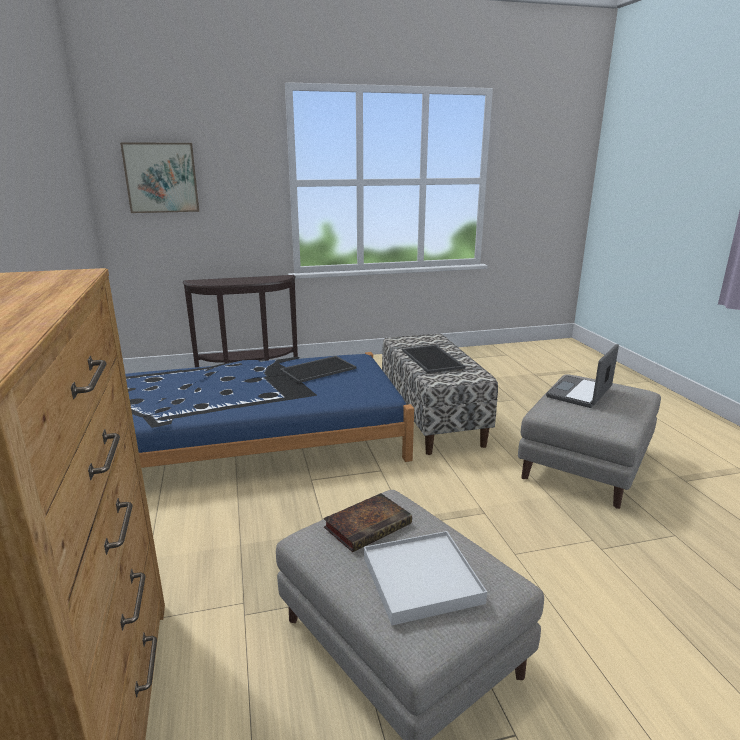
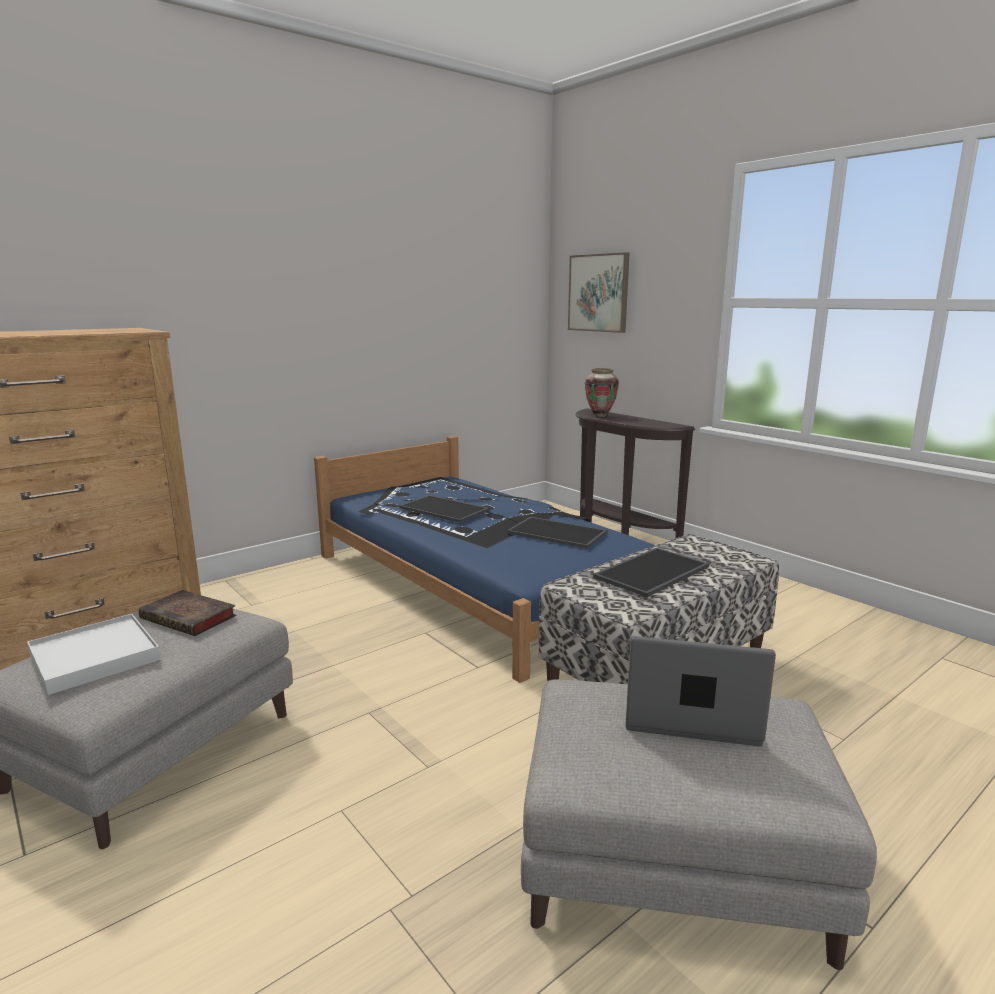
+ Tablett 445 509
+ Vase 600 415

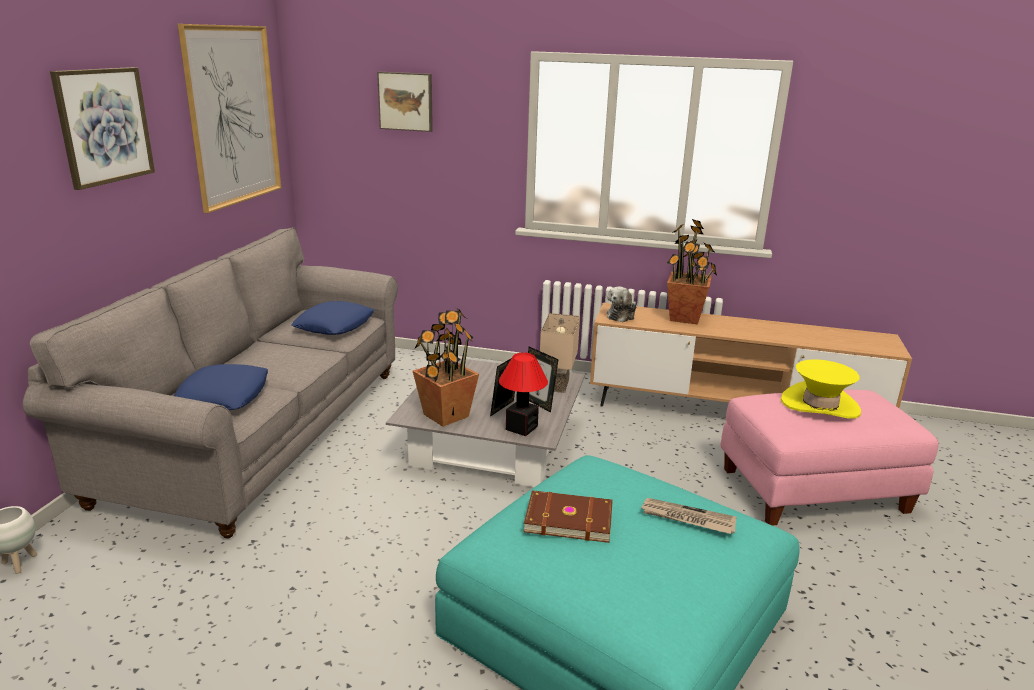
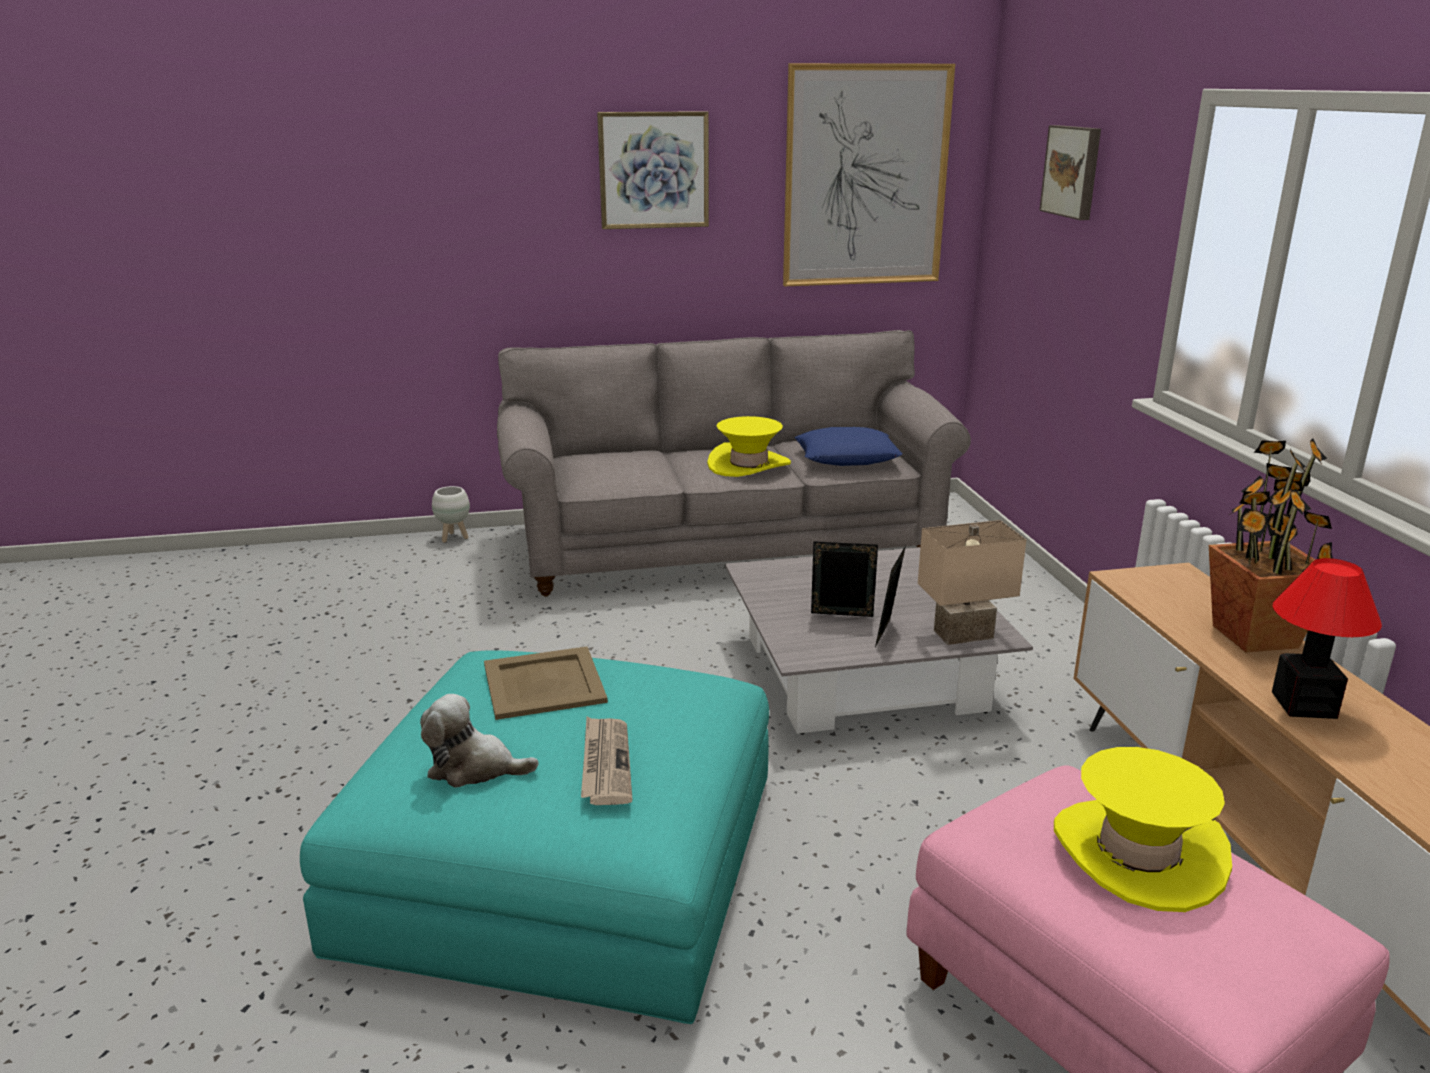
~ Plüschtier 622 315 to 474 768
~ Buch [braun] 568 518 to Tablett [beige] 545 682
+ Hut [gelb] 749 465
~ Tischlampe 521 428 to 1302 705
- Kissen [blau] 223 396
- Topfpflanze 445 415

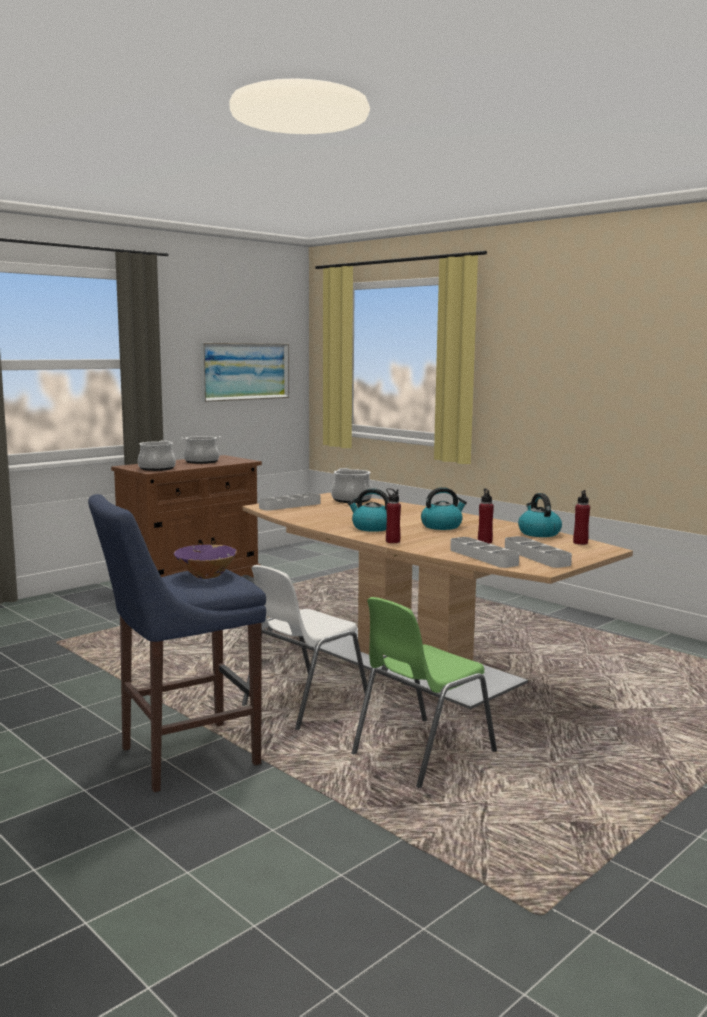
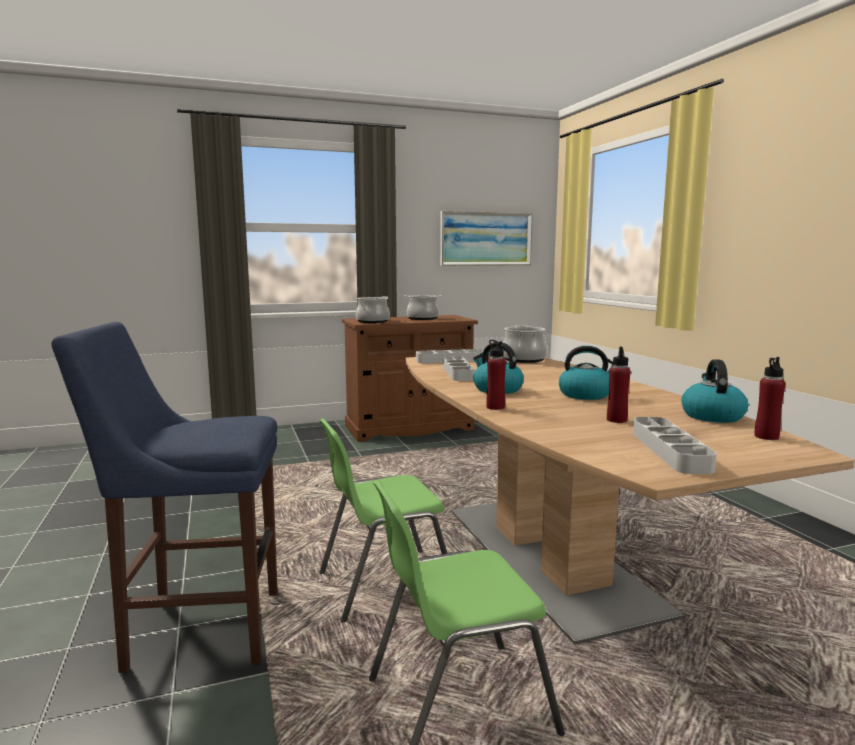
~ Stuhl [weiß] 303 703 to Stuhl [grün] 383 585
~ Tablett [grau] 483 557 to 457 372
- Schüssel [lila] 206 575

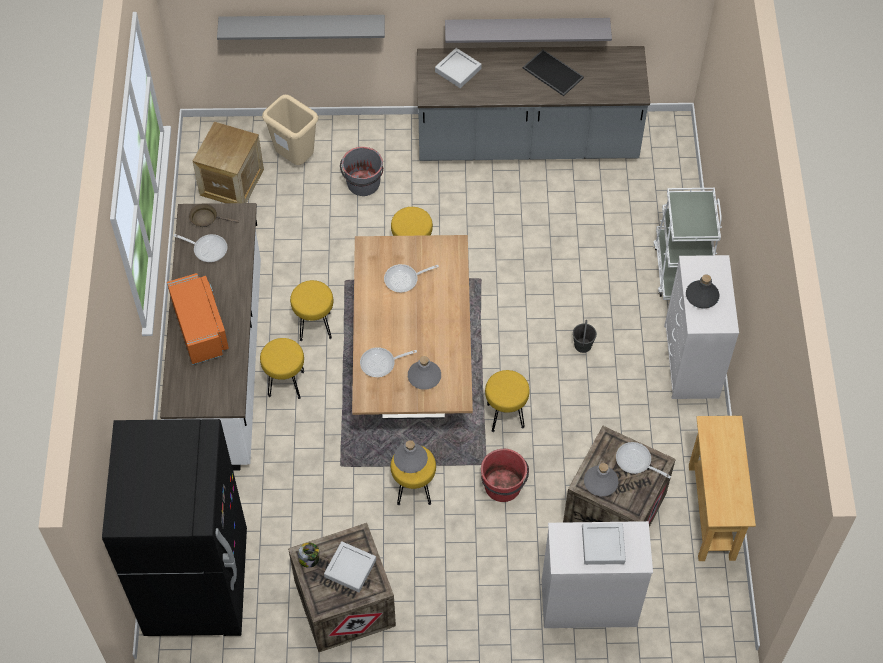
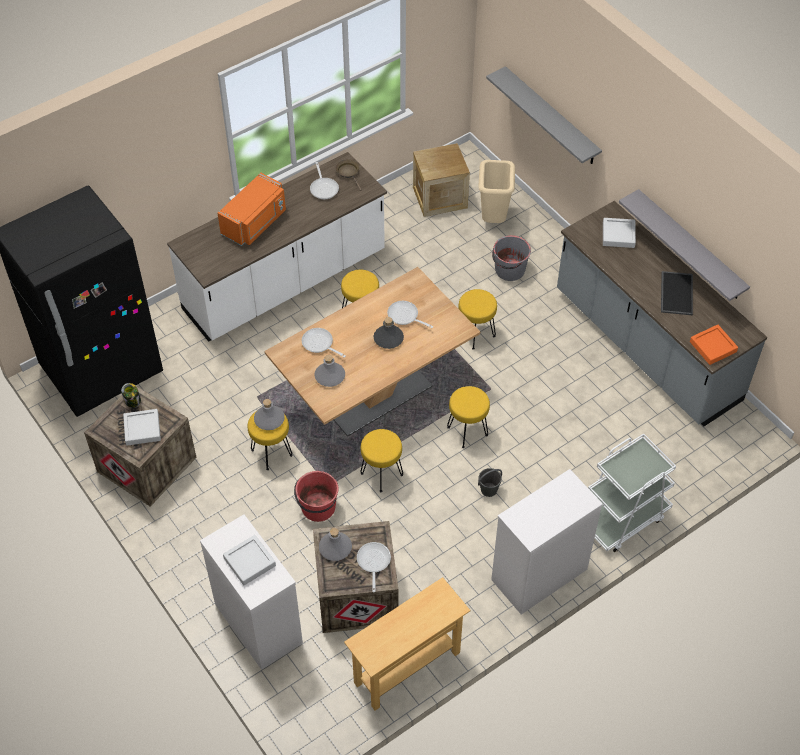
~ Flasche [grau] 701 296 to 388 338
~ Hocker [gelb] 286 384 to 467 431
+ Tablett [orange] 713 347

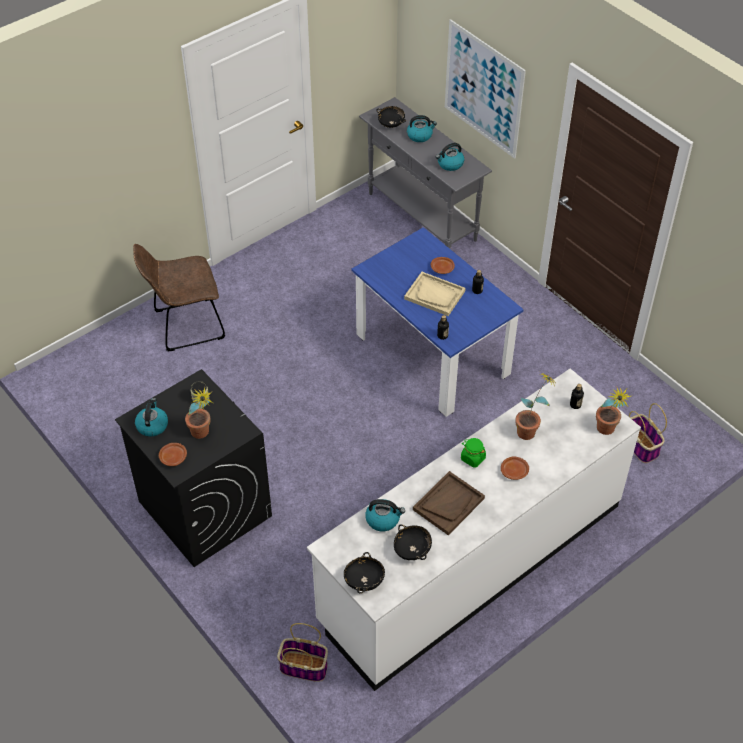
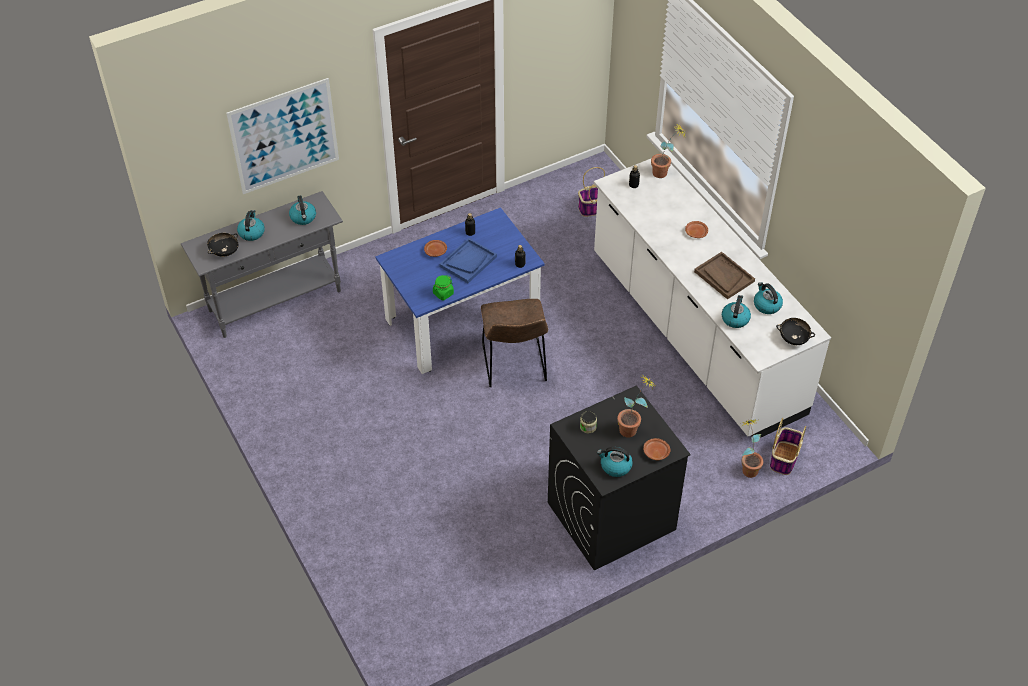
~ Vorratsglas [grün] 472 458 to 443 293
~ Tablett [beige] 435 295 to Tablett [blau] 468 261
~ Stuhl [braun] 185 326 to 514 366
~ Topfpflanze 530 430 to 747 467
~ Schüssel [schwarz] 412 550 to Wasserkessel 766 305

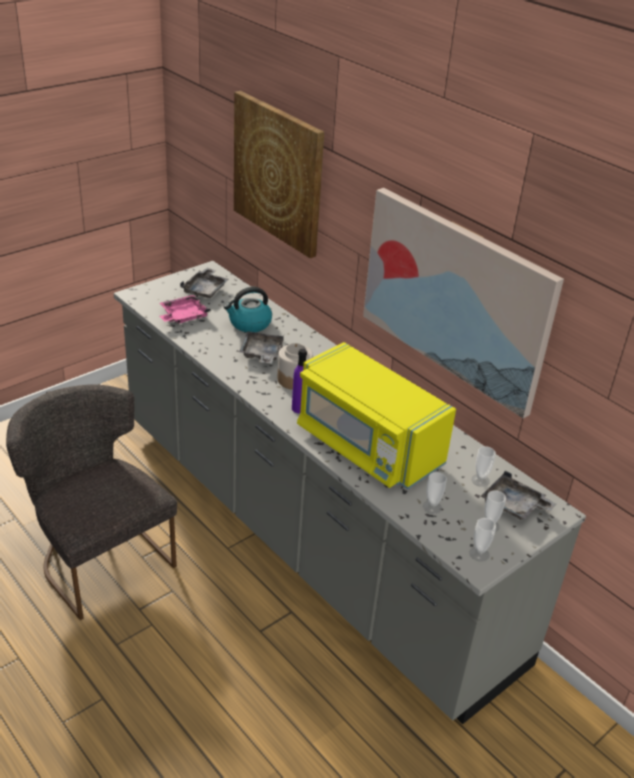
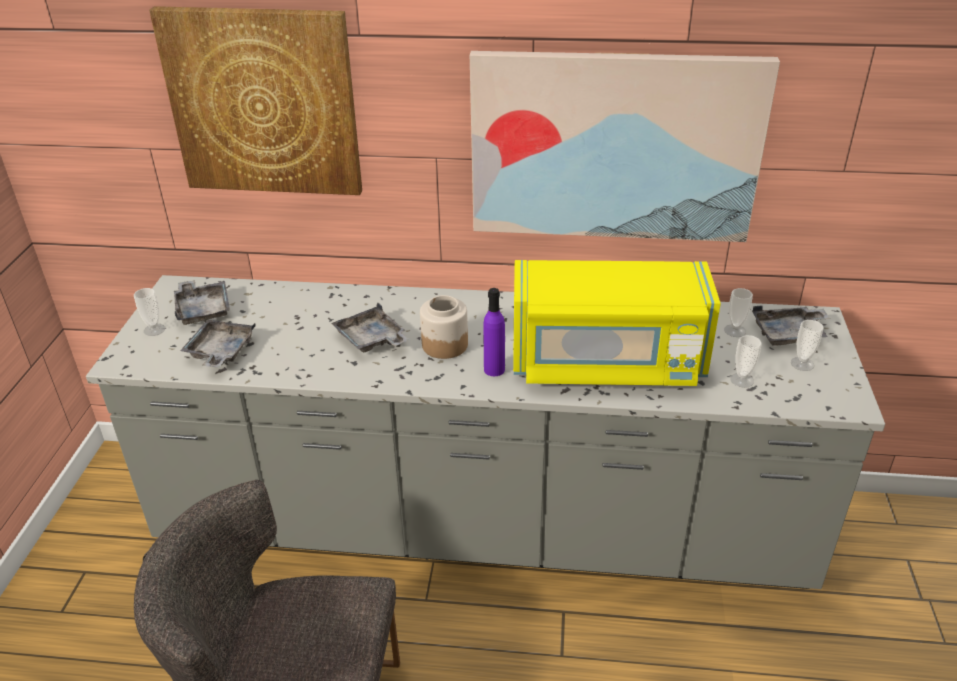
~ Tasse 479 554 to 154 330
~ Tablett [rosa] 183 316 to Tablett [grau] 220 352
- Wasserkessel 249 324

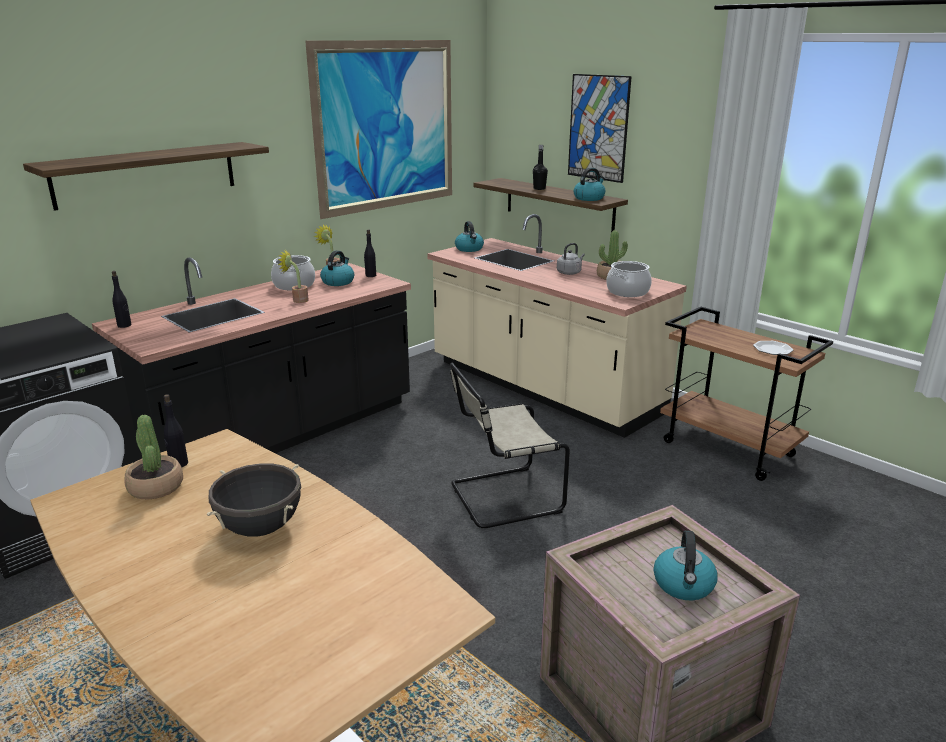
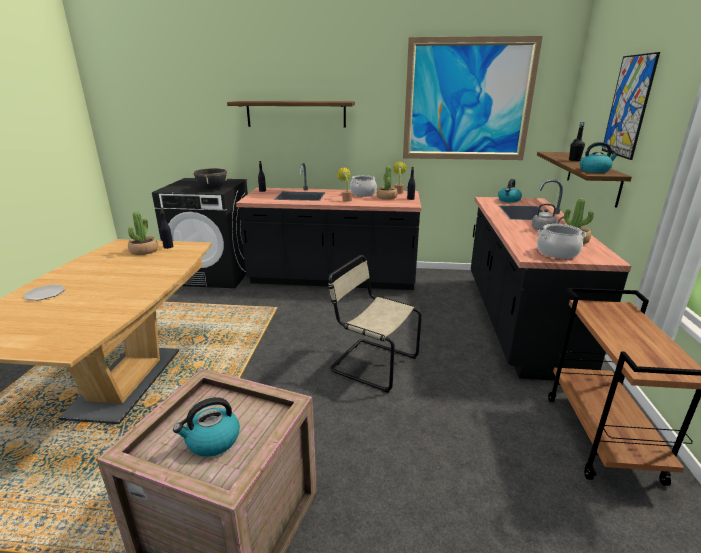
~ Teller 773 349 to 44 294
~ Kochtopf [schwarz] 260 528 to 212 189
~ Wasserkessel 338 282 to Topfpflanze 386 197
~ Küchenzeile [beige] 543 387 to Küchenzeile [schwarz] 517 320

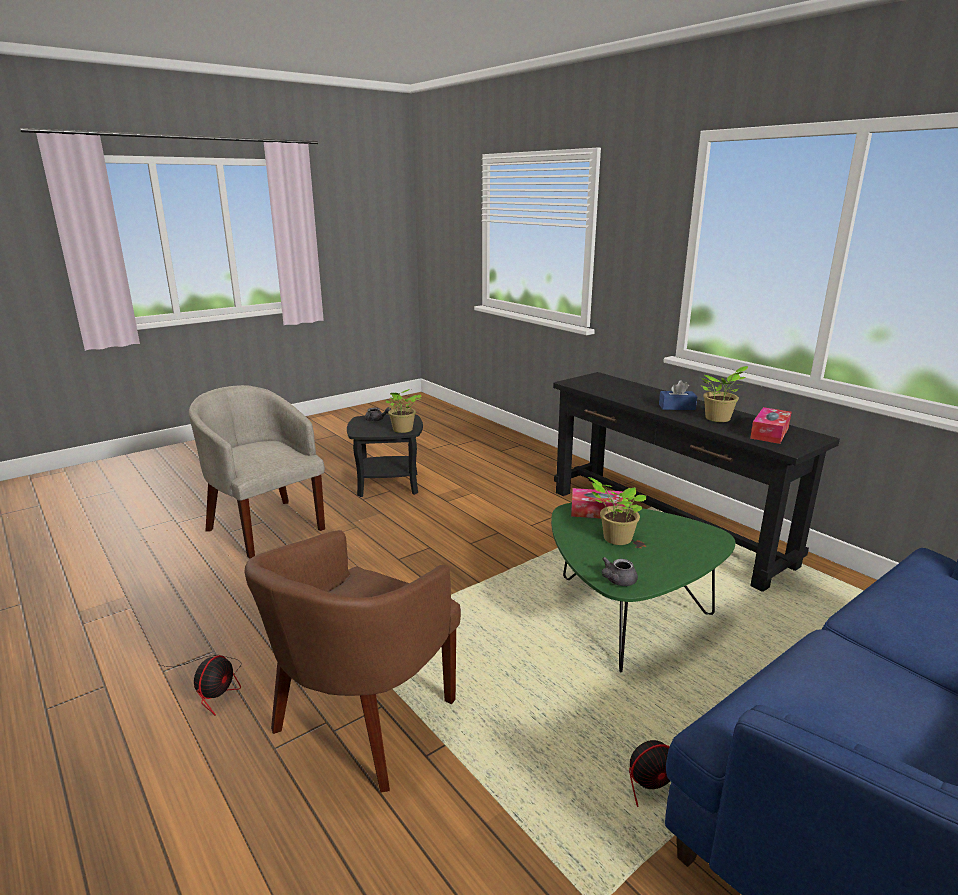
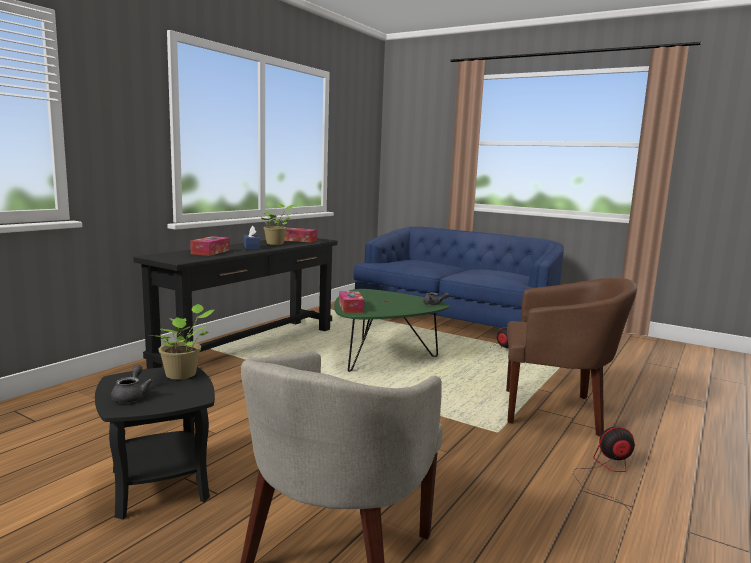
+ Taschentuchbox 210 252
- Topfpflanze 615 538

